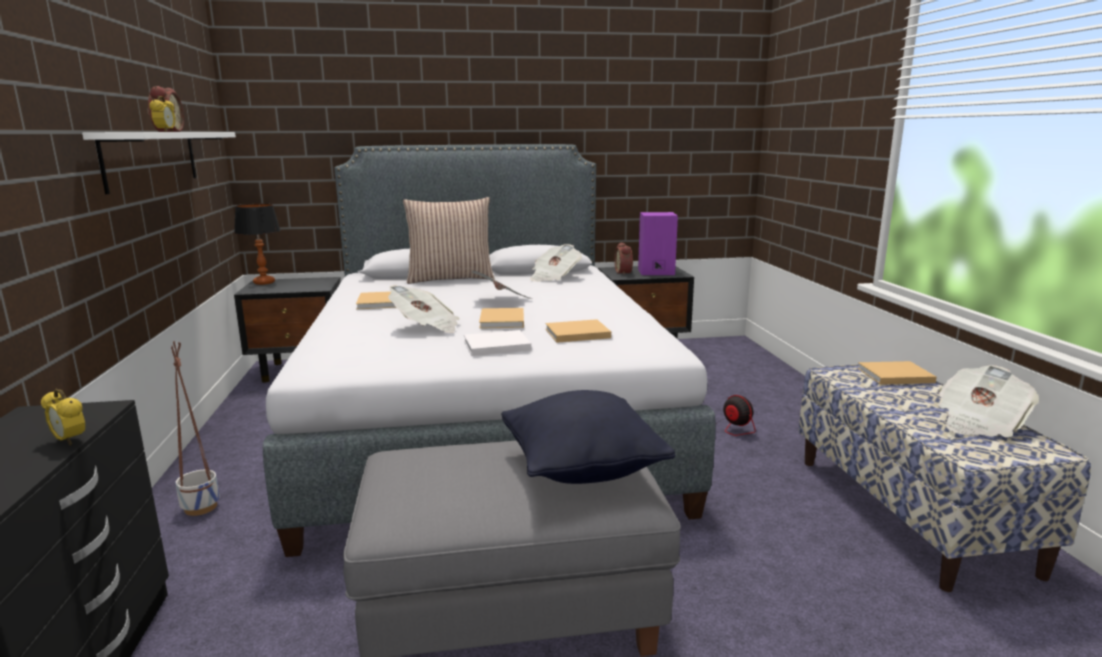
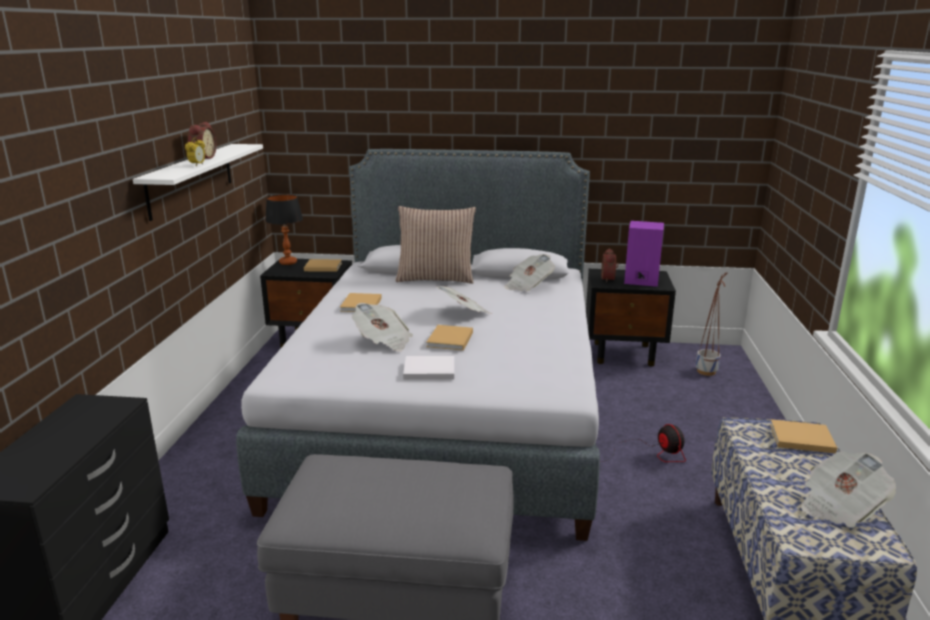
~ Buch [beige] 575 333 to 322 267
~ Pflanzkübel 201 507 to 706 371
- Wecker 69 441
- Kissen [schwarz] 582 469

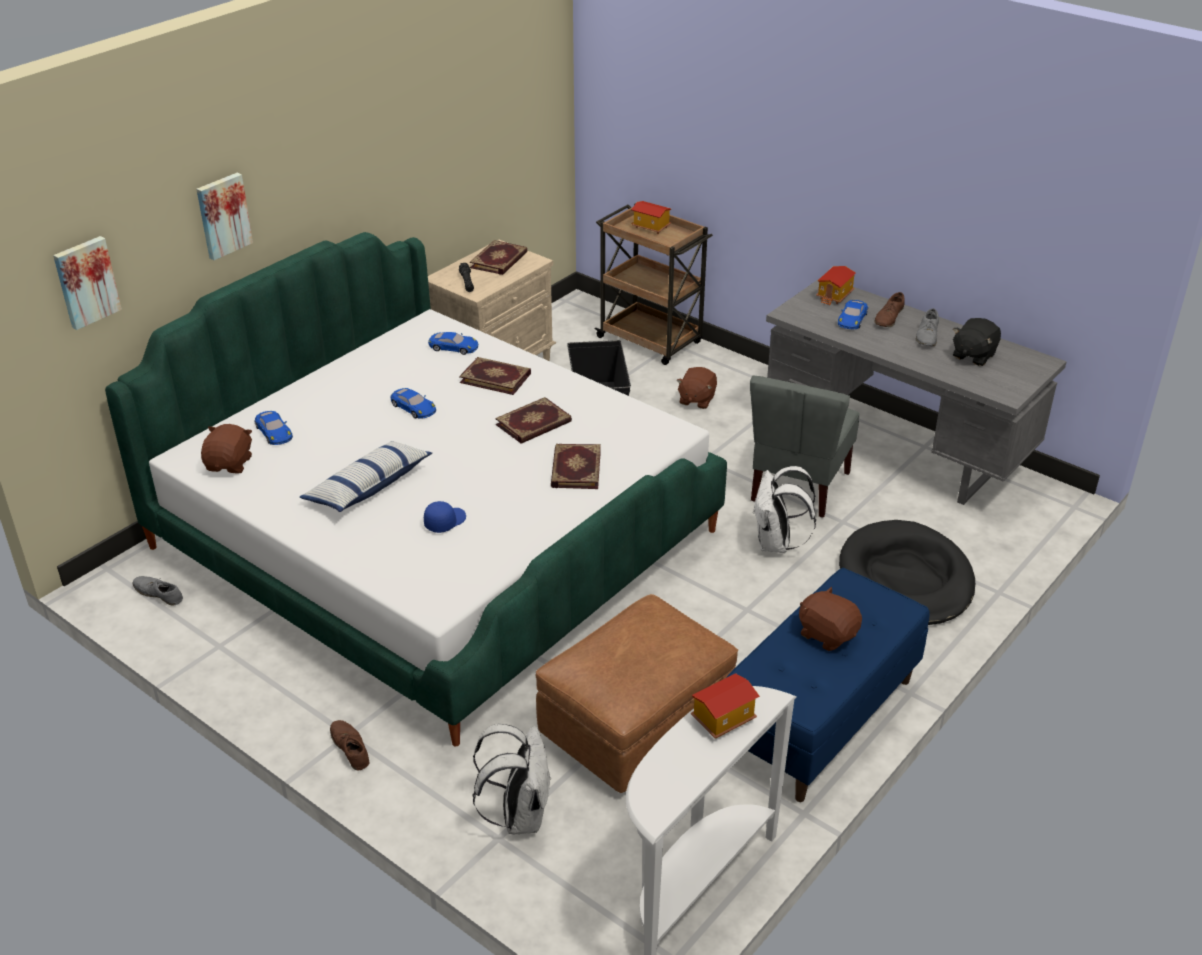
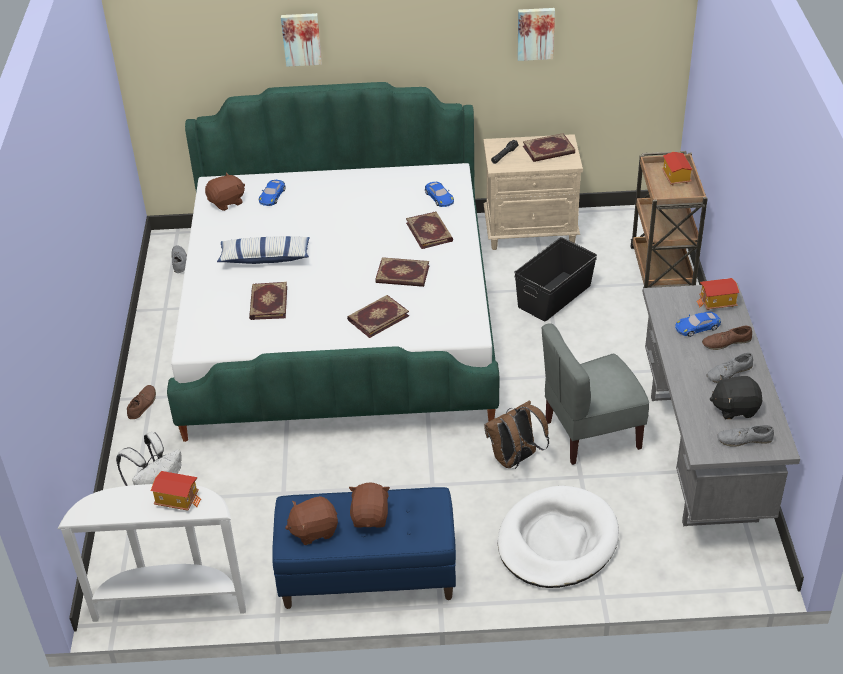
~ Kappe [blau] 444 521 to Buch 267 303
~ Plüschtier [braun] 696 400 to 314 530
~ Rucksack [weiß] 776 544 to Rucksack [braun] 515 460
~ Hundebett [schwarz] 905 579 to Hundebett [weiß] 557 541
~ Bild 86 282 to 535 33
+ Schuh [grau] 744 439
- Spielzeugauto [blau] 413 407
- Polsterhocker [braun] 636 726

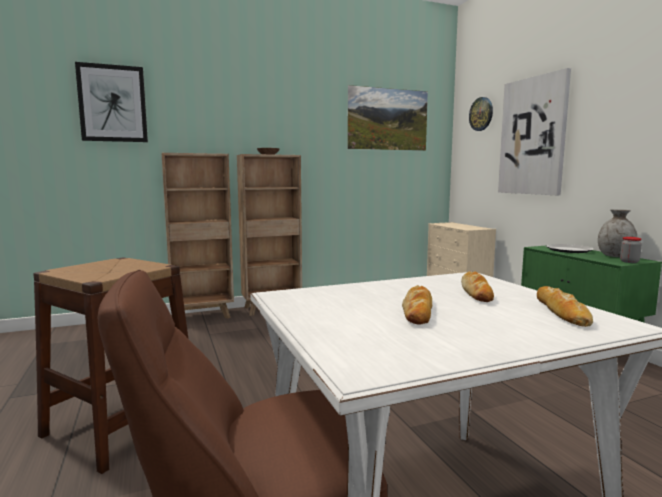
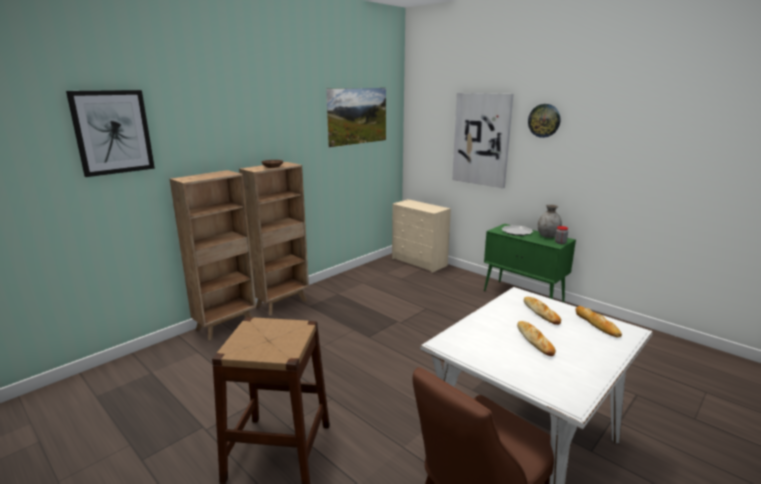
~ Wanduhr 481 114 to 544 120

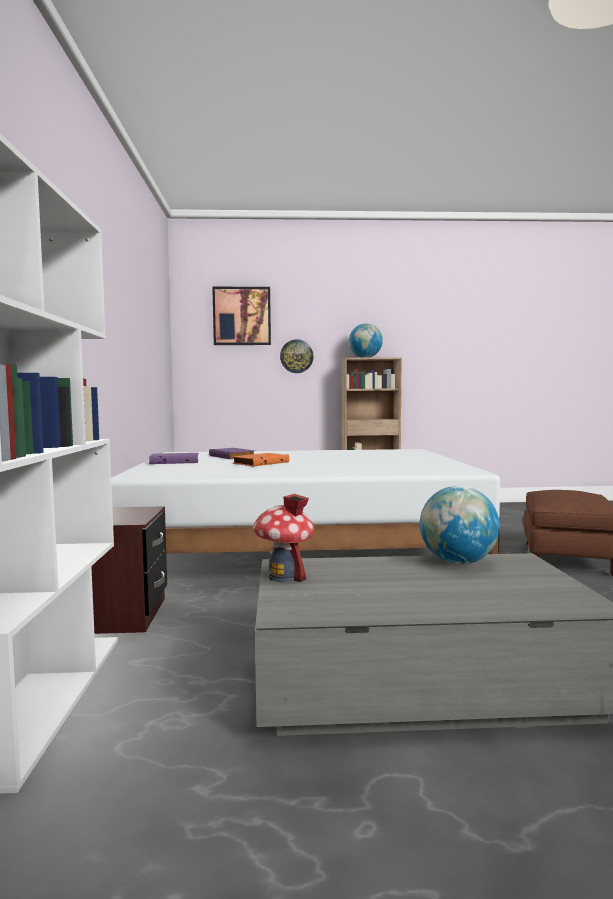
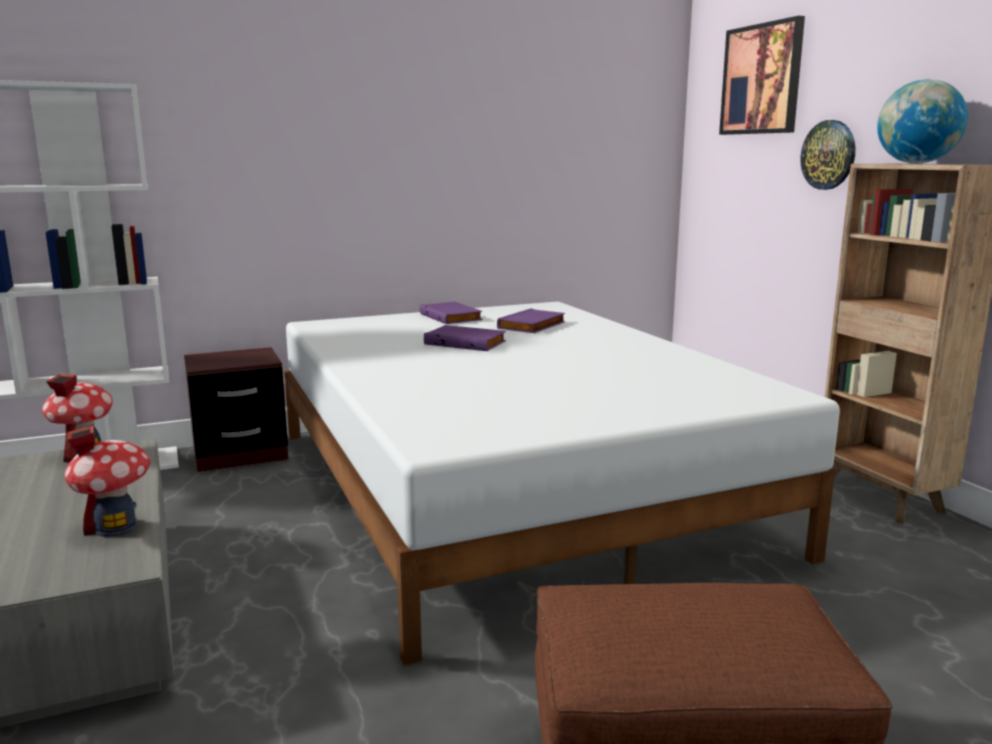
~ Globus 458 562 to Spielzeughaus 116 527
~ Buch [orange] 260 463 to Buch [lila] 466 342

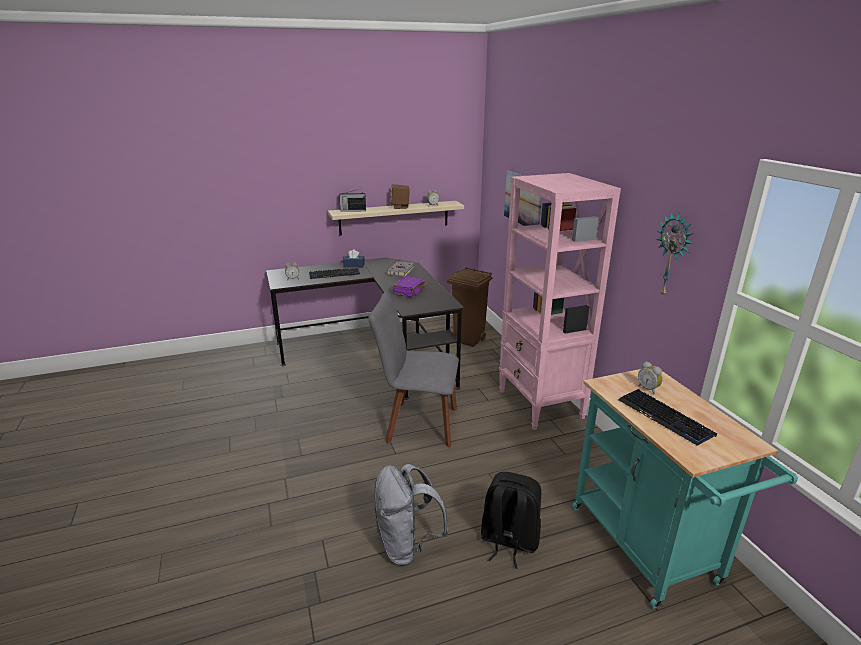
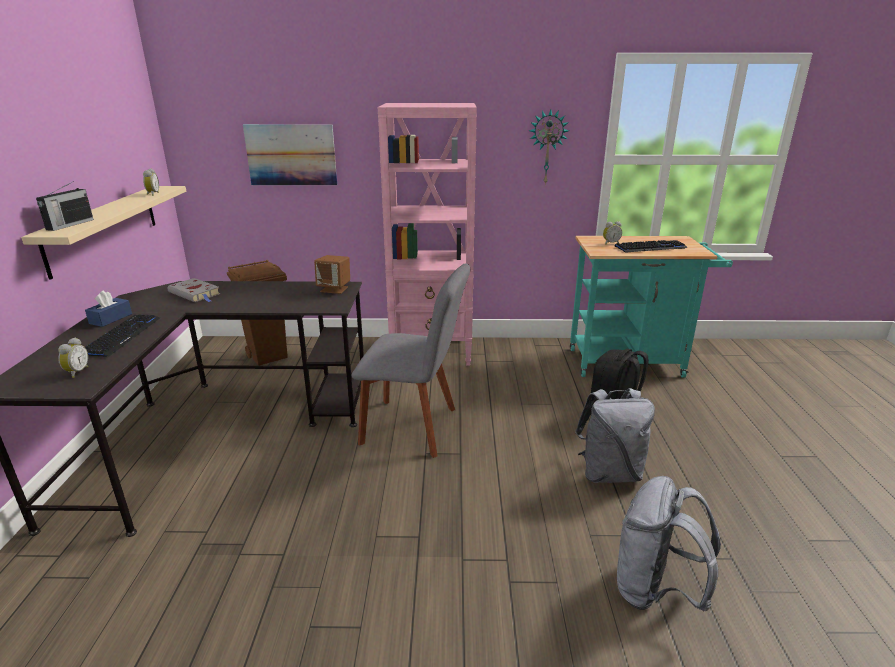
~ Lautsprecher [braun] 400 207 to 335 289
~ Stuhl [grau] 418 424 = 414 427 105 degrees counterclockwise
+ Rucksack [grau] 654 590
- Buch [lila] 409 292

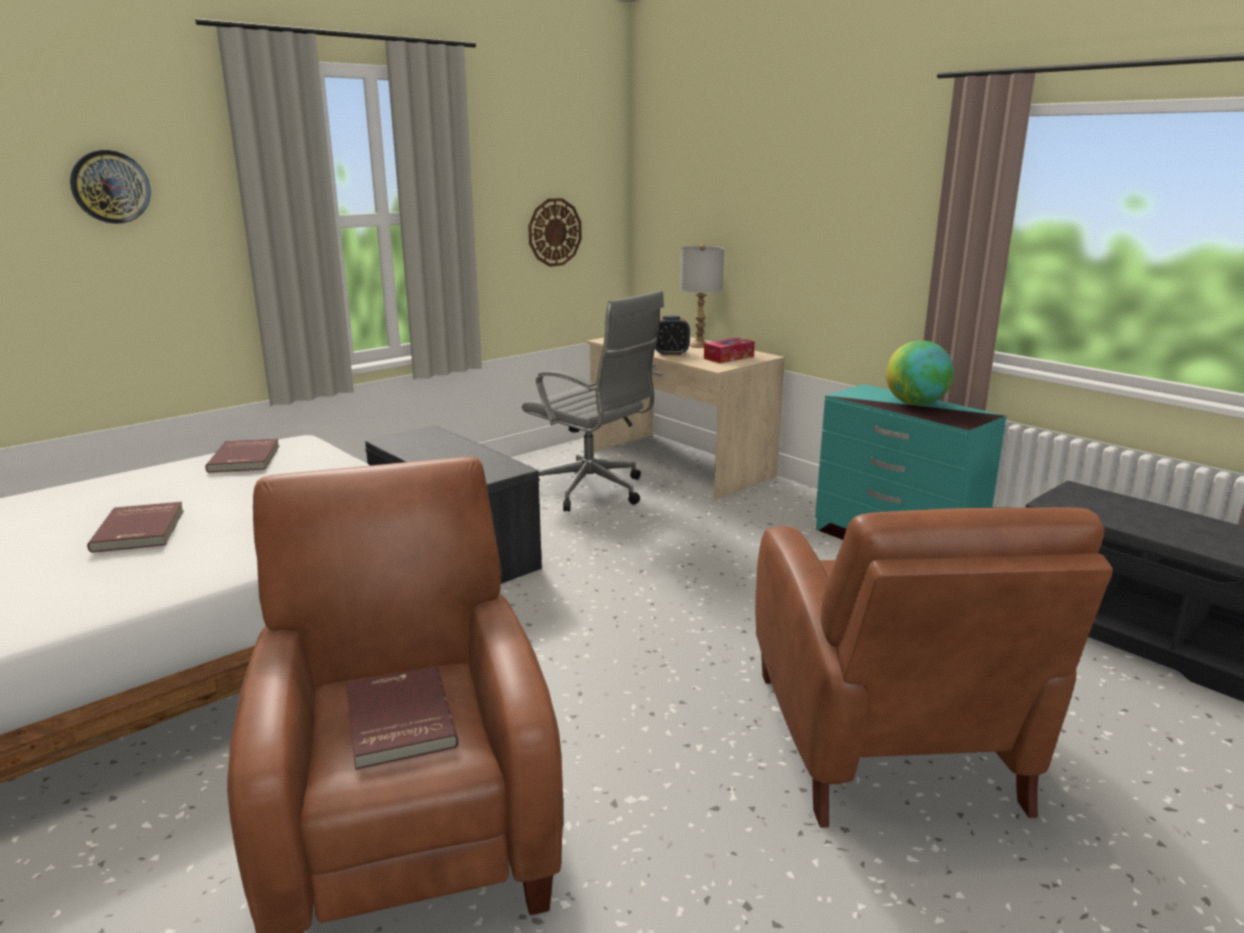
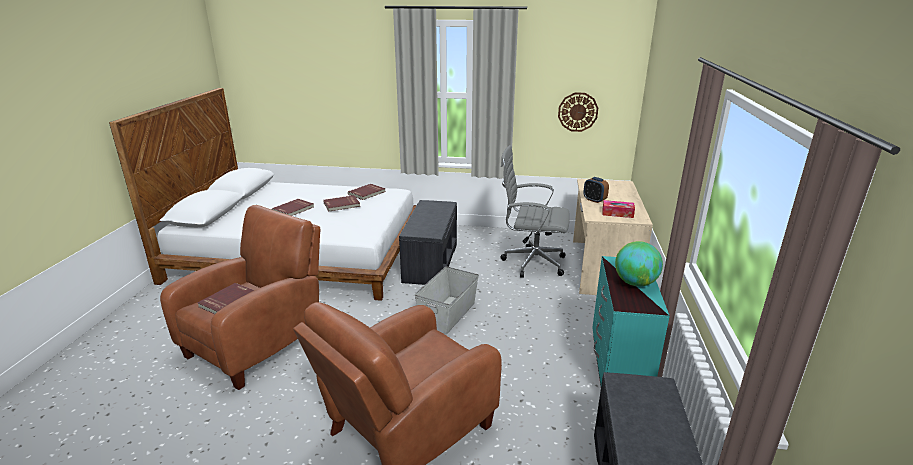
+ Buch [rot] 342 205
+ Aufbewahrungsbox [grau] 448 314
~ Bürostuhl [grau] 594 492 = 531 263 105 degrees clockwise
- Wanduhr 110 187
- Tischlampe [grau] 699 346

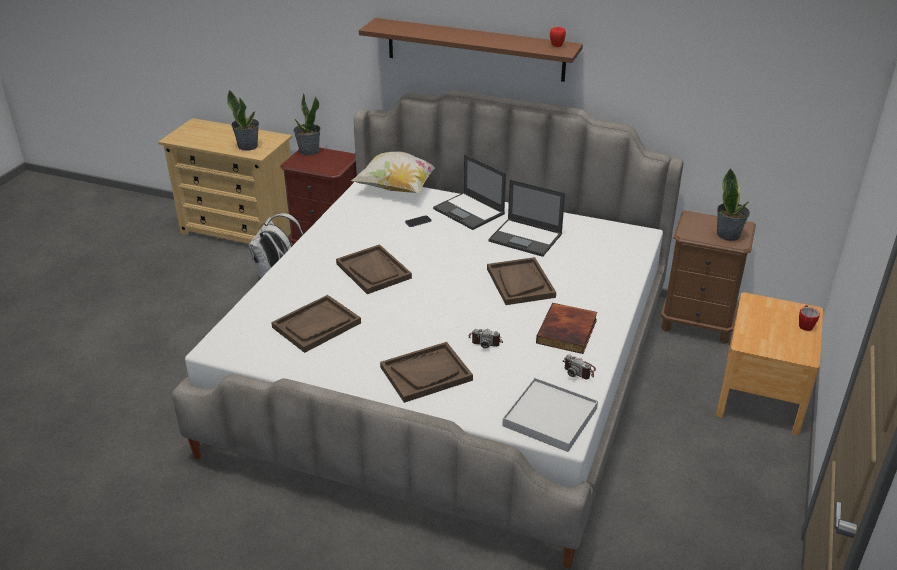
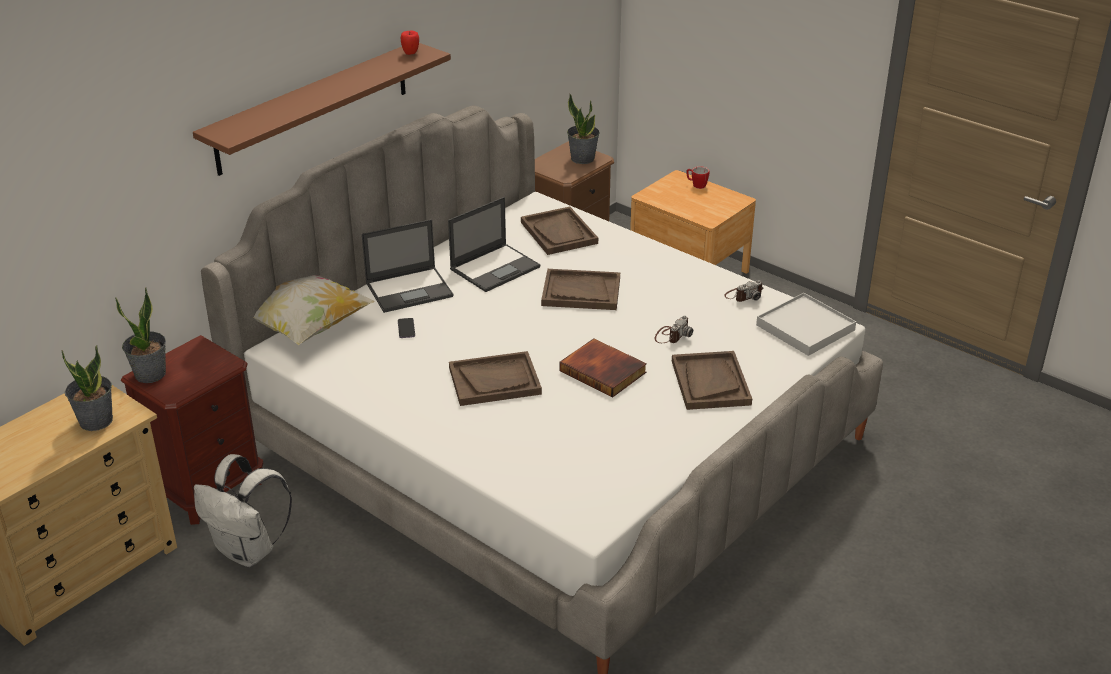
~ Tablett [braun] 316 325 to 559 233
~ Buch 568 332 to 604 371

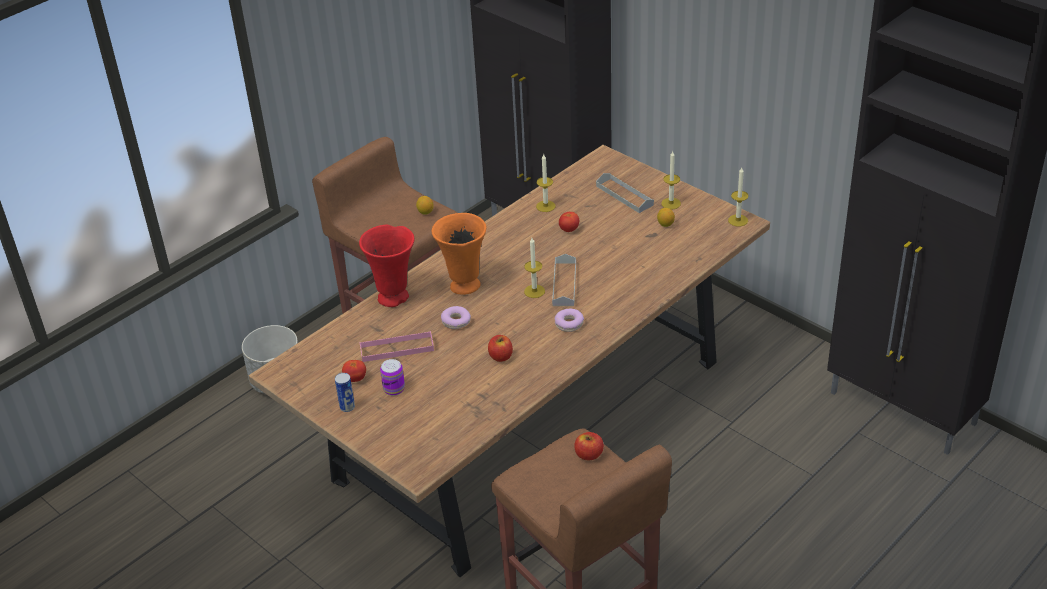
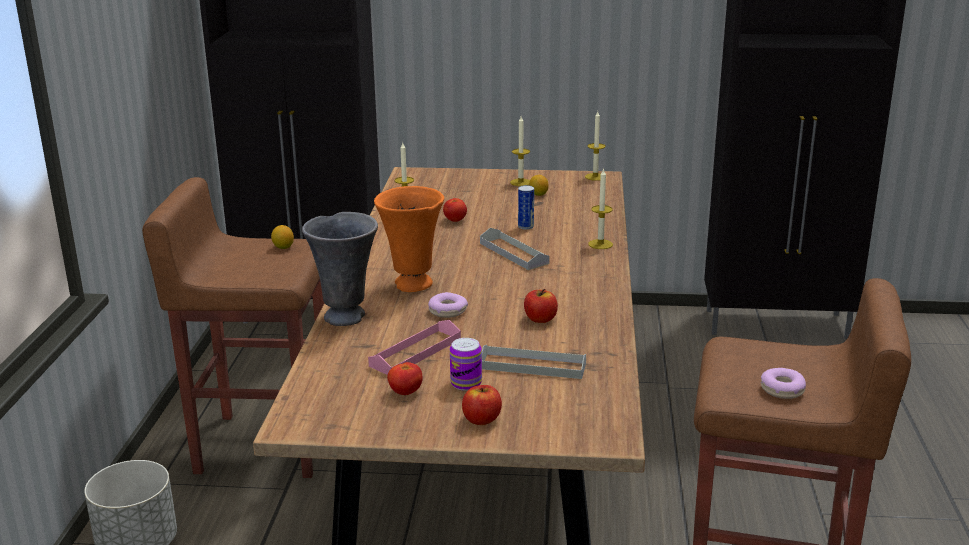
~ Vase [rot] 394 297 to Vase [grau] 346 316
~ Apfel 589 454 to 481 419
~ Tablett [grau] 624 195 to 533 366
~ Dose 347 407 to 526 227
~ Kerze 534 291 to 600 244
~ Donut 569 324 to 782 389

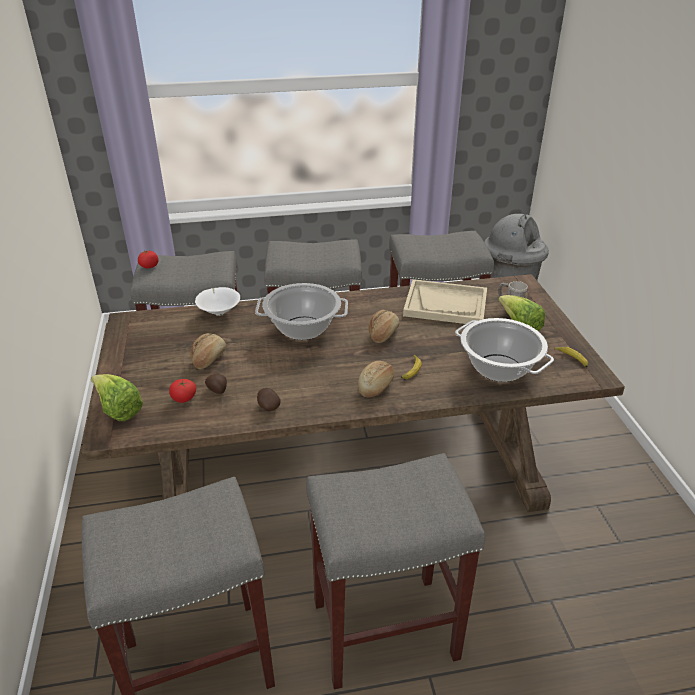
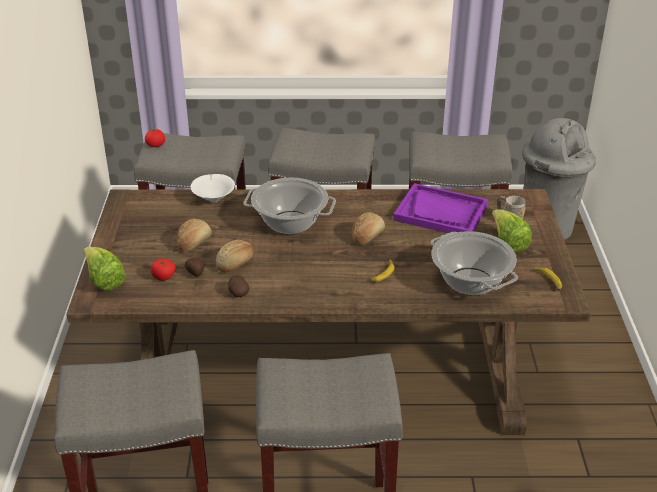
~ Brot 376 386 to 236 263
~ Tablett [beige] 446 304 to Tablett [lila] 441 213

